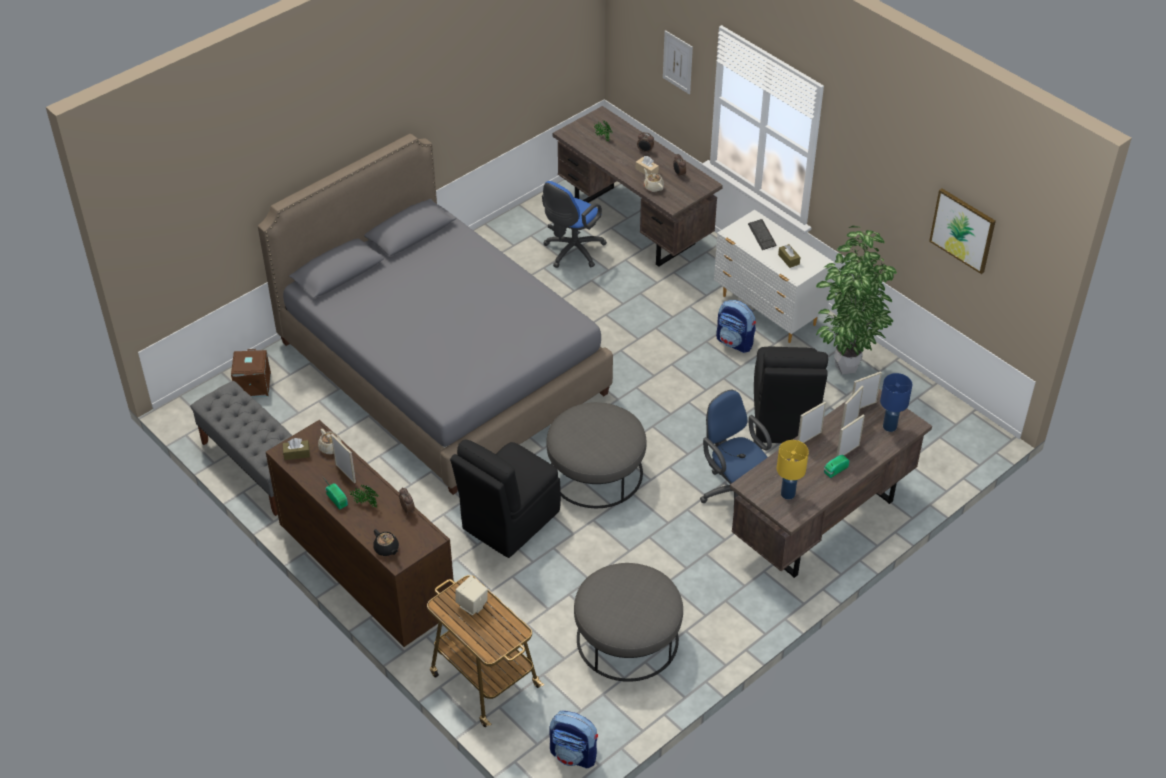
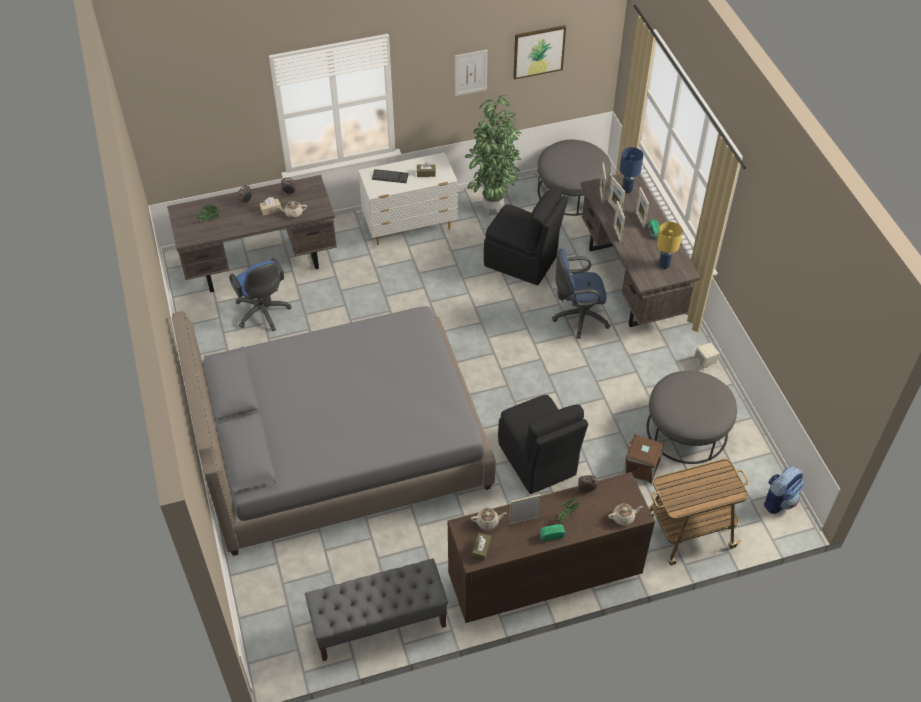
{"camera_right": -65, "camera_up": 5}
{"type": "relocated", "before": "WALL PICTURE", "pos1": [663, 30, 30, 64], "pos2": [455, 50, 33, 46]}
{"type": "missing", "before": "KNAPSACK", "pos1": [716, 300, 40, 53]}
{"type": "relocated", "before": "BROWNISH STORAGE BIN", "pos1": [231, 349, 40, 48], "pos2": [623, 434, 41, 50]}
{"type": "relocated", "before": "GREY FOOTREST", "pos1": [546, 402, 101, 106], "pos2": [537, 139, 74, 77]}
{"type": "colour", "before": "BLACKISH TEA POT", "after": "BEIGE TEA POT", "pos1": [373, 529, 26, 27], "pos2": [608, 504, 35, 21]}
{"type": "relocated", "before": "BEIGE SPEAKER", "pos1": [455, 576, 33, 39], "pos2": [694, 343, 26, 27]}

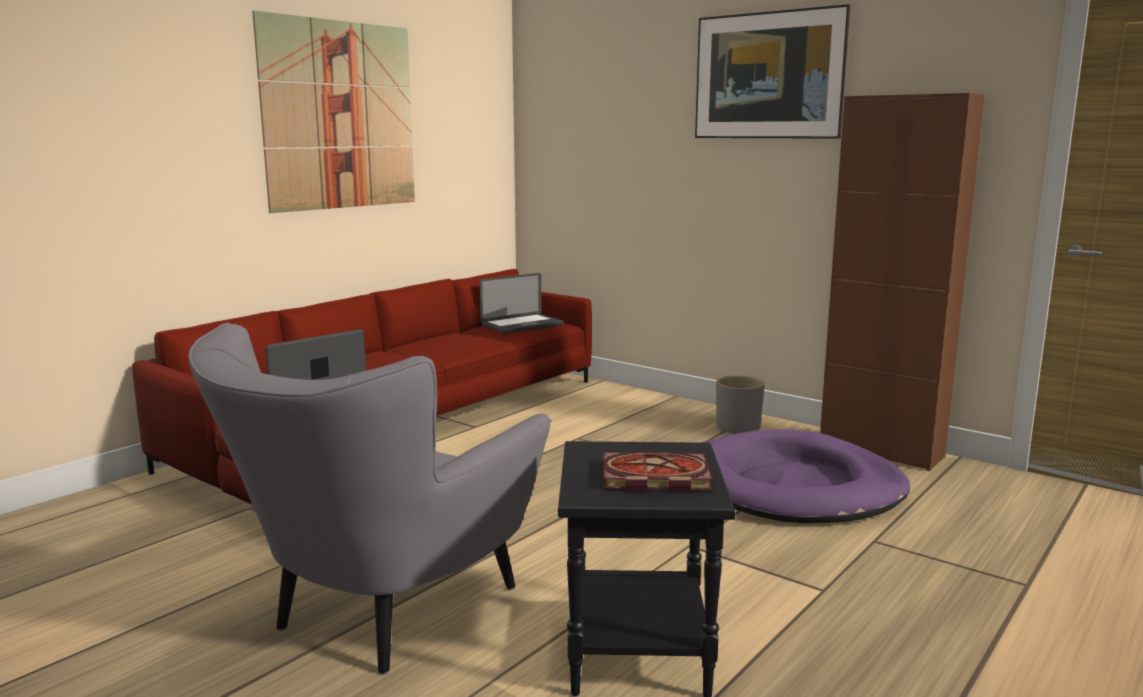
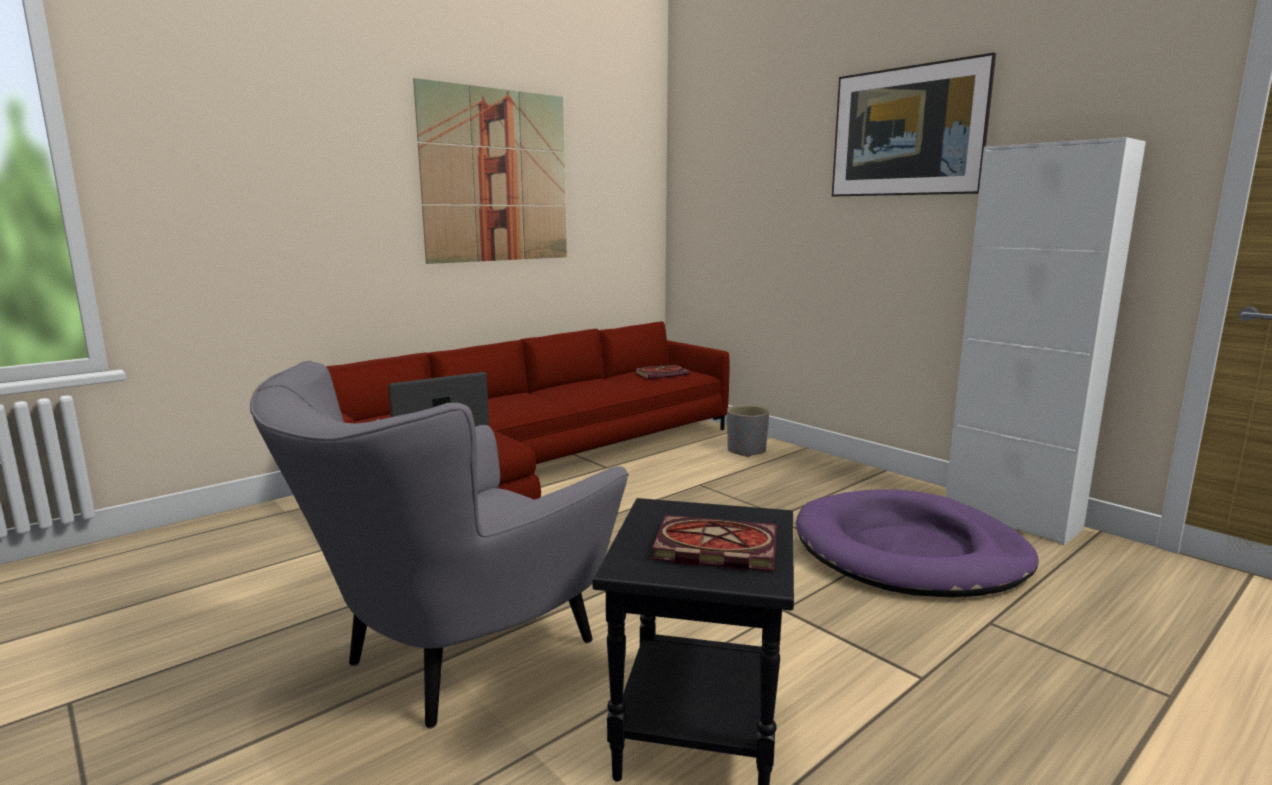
{"camera_right": 10, "camera_up": 0}
{"type": "colour", "before": "BROWNISH CABINET", "after": "WHITE CABINET", "pos1": [820, 93, 165, 378], "pos2": [946, 137, 200, 408]}
{"type": "exchanged", "before": "NOTEBOOK COMPUTER", "after": "VOLUME", "pos1": [480, 273, 84, 61], "pos2": [634, 365, 56, 14]}
{"type": "relocated", "before": "GREY FLOWER POT", "pos1": [716, 376, 49, 58], "pos2": [727, 405, 42, 52]}

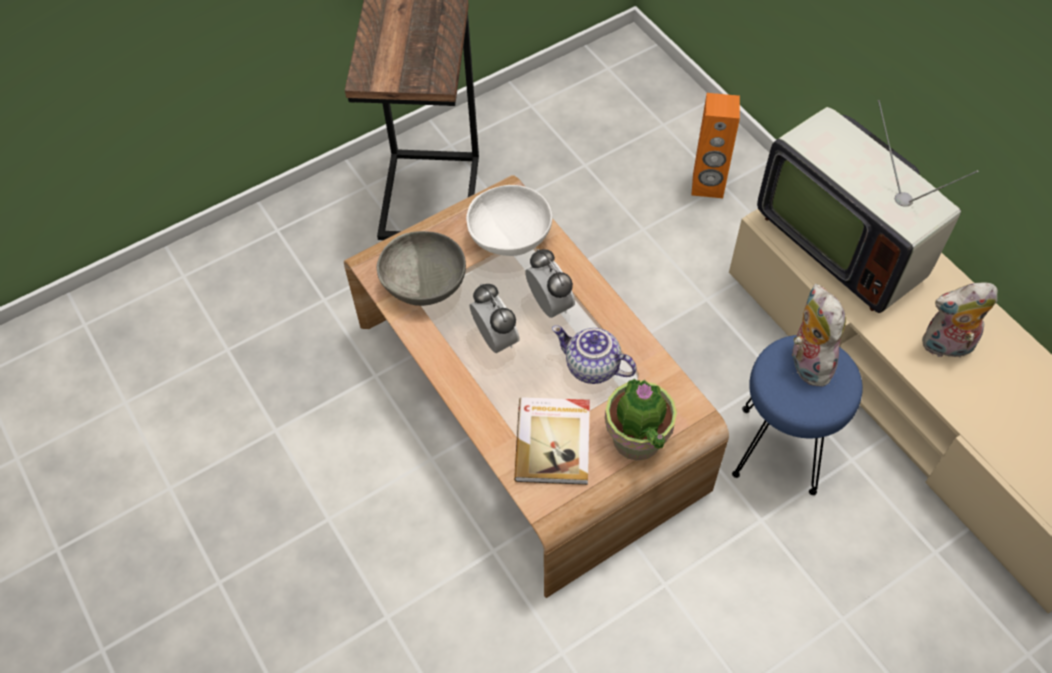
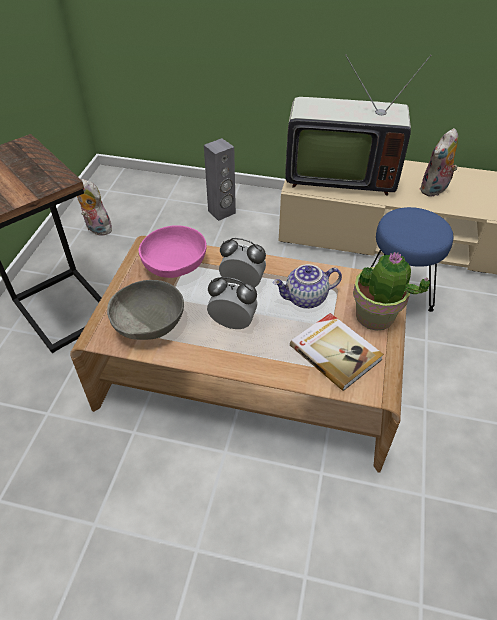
{"camera_right": -45, "camera_up": -10}
{"type": "colour", "before": "ORANGEY SPEAKER", "after": "GREY SPEAKER", "pos1": [691, 93, 49, 105], "pos2": [204, 138, 32, 83]}
{"type": "colour", "before": "WHITE SERVING BOWL", "after": "PINKISH SERVING BOWL", "pos1": [466, 185, 86, 71], "pos2": [139, 225, 68, 53]}
{"type": "relocated", "before": "PLUSH TOY", "pos1": [792, 284, 54, 103], "pos2": [77, 179, 35, 57]}

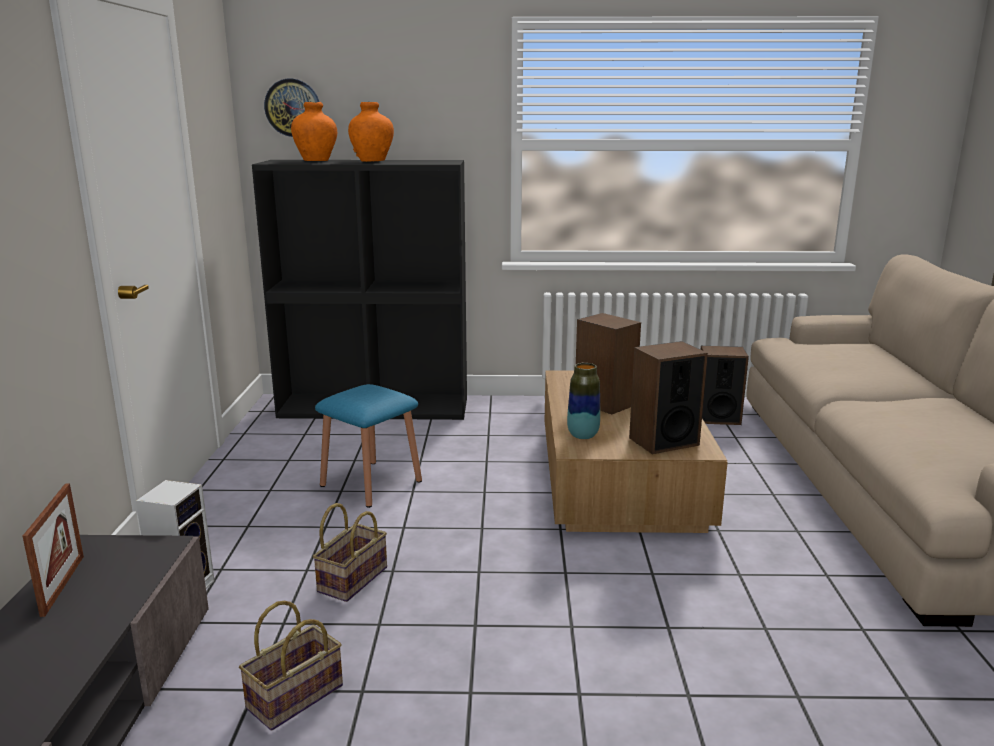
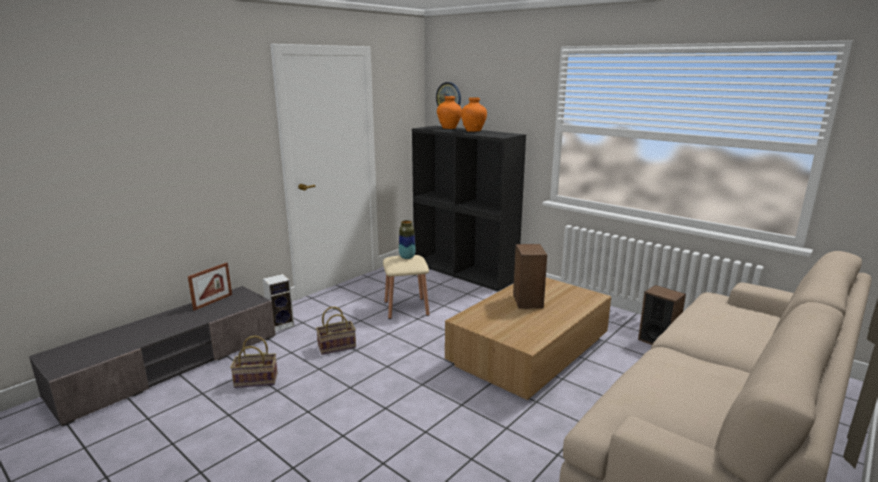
{"camera_right": 40, "camera_up": 0}
{"type": "missing", "before": "SPEAKER", "pos1": [629, 341, 79, 113]}
{"type": "relocated", "before": "FLOWER VASE", "pos1": [567, 363, 33, 76], "pos2": [399, 220, 16, 39]}
{"type": "colour", "before": "BLUE-COLOURED STOOL", "after": "BEIGE STOOL", "pos1": [315, 384, 107, 124], "pos2": [383, 255, 47, 64]}

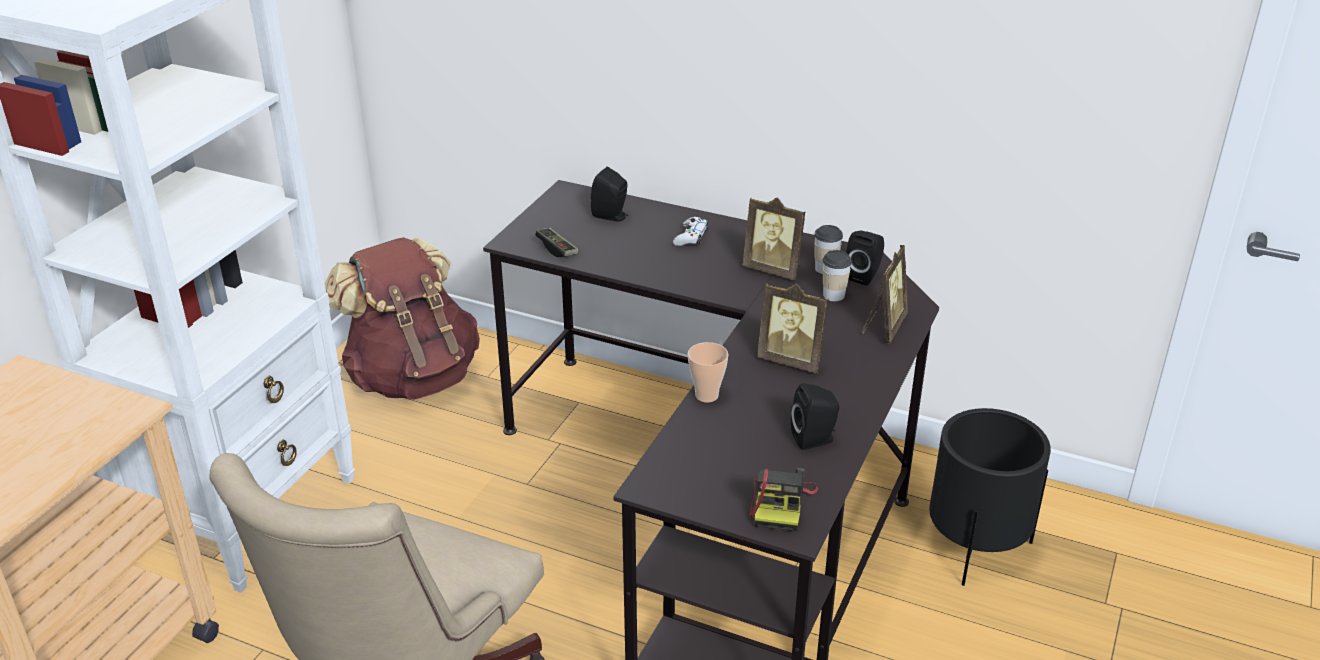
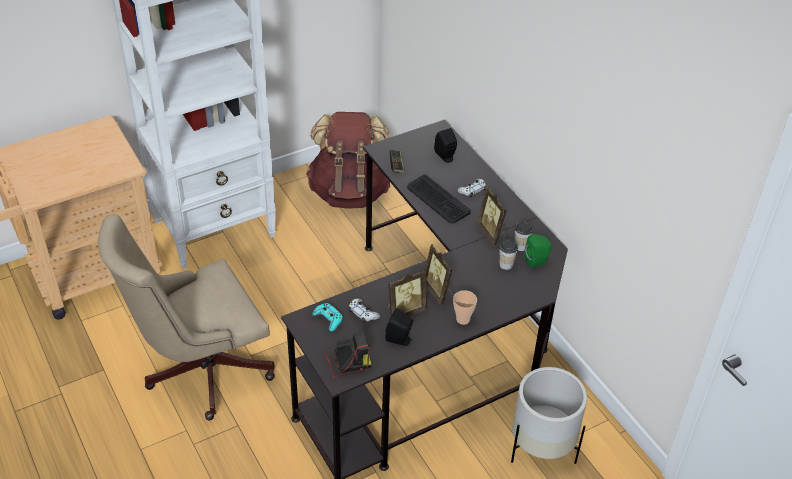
{"camera_right": 35, "camera_up": 10}
{"type": "colour", "before": "BLACKISH SPEAKER", "after": "GREEN SPEAKER", "pos1": [847, 230, 37, 56], "pos2": [524, 234, 28, 34]}
{"type": "relocated", "before": "PHOTO FRAME", "pos1": [862, 245, 46, 98], "pos2": [387, 270, 40, 46]}
{"type": "relocated", "before": "CUP", "pos1": [688, 342, 41, 61], "pos2": [453, 290, 24, 35]}
{"type": "colour", "before": "BLACKISH FLOWER POT", "after": "WHITE FLOWER POT", "pos1": [929, 408, 122, 178], "pos2": [511, 367, 76, 97]}
{"type": "spun", "before": "STILL CAMERA", "pos1": [750, 468, 68, 64], "pos2": [324, 331, 47, 47], "turn": -150}
{"type": "appeared", "after": "PC KEYBOARD", "pos2": [407, 174, 64, 50]}
{"type": "appeared", "after": "WHITE JOYPAD", "pos2": [349, 299, 31, 24]}
{"type": "appeared", "after": "TURQUOISE JOYPAD", "pos2": [312, 303, 31, 28]}

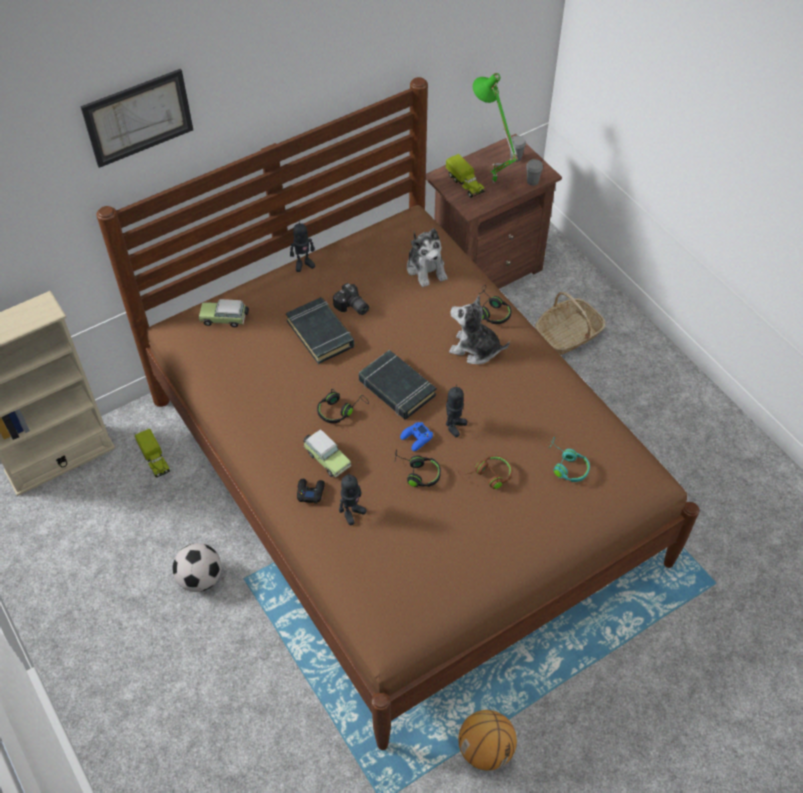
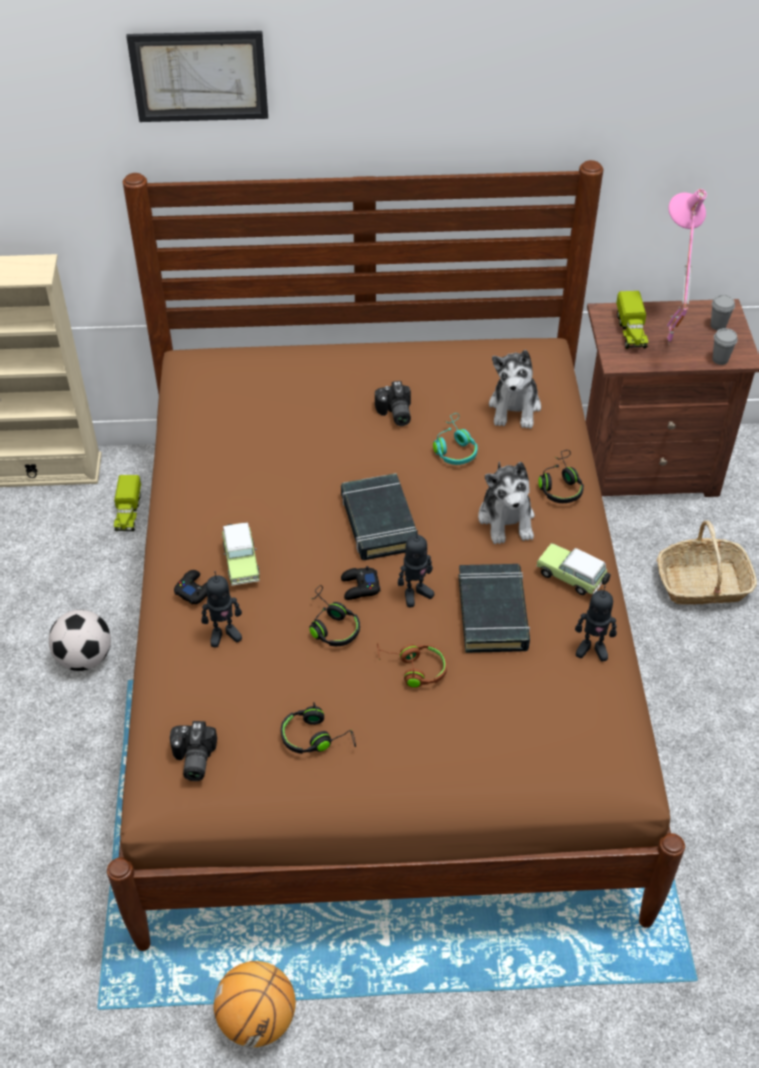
{"camera_right": 30, "camera_up": -5}
{"type": "colour", "before": "GREEN TABLETOP LAMP", "after": "PINKISH TABLETOP LAMP", "pos1": [473, 73, 45, 111], "pos2": [667, 189, 40, 153]}
{"type": "relocated", "before": "TOY ROBOT", "pos1": [290, 222, 25, 50], "pos2": [575, 586, 42, 75]}
{"type": "spun", "before": "PLUSH TOY", "pos1": [449, 296, 61, 68], "pos2": [478, 461, 57, 83], "turn": -150}
{"type": "relocated", "before": "BLACKISH VOLUME", "pos1": [286, 297, 68, 67], "pos2": [458, 564, 72, 89]}
{"type": "relocated", "before": "MINIATURE CAR", "pos1": [199, 299, 50, 28], "pos2": [537, 543, 73, 52]}
{"type": "relocated", "before": "BLACKISH PAIR OF HEADPHONES", "pos1": [317, 389, 52, 34], "pos2": [281, 702, 75, 52]}
{"type": "colour", "before": "BLUE-COLOURED JOYPAD", "after": "BLACKISH JOYPAD", "pos1": [400, 422, 33, 29], "pos2": [341, 566, 39, 34]}
{"type": "relocated", "before": "TURQUOISE PAIR OF HEADPHONES", "pos1": [548, 437, 42, 45], "pos2": [433, 413, 45, 52]}
{"type": "appeared", "after": "STILL CAMERA", "pos2": [170, 721, 47, 60]}

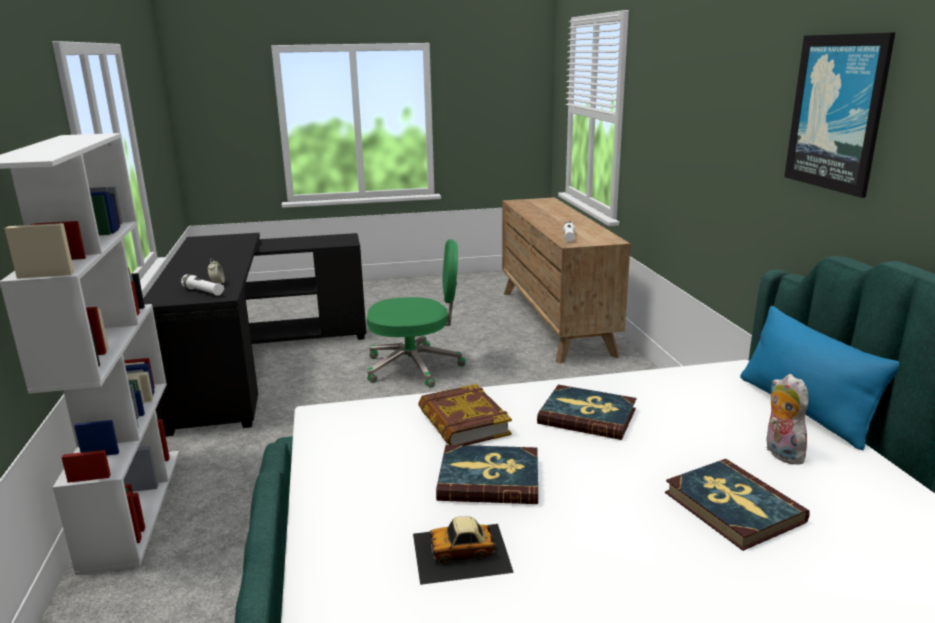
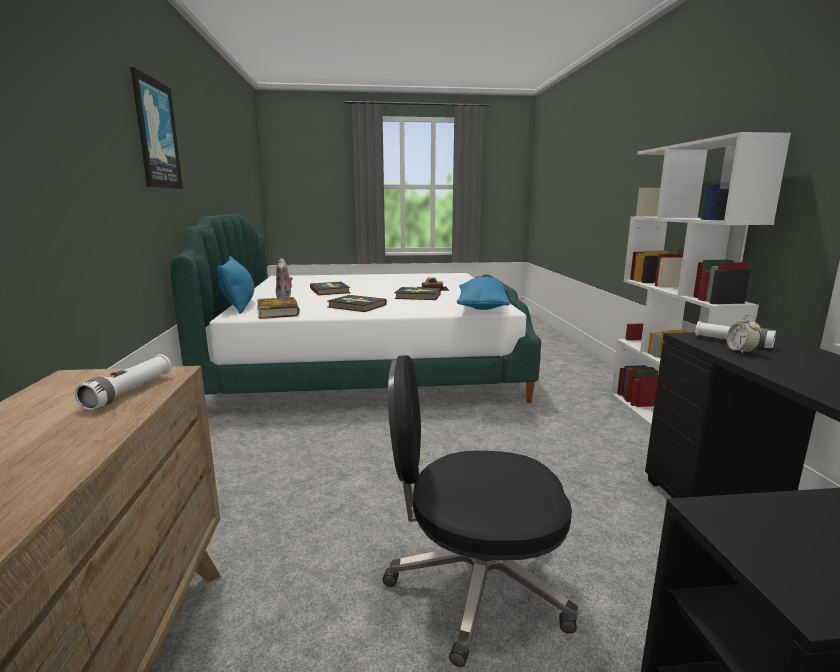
{"camera_right": -175, "camera_up": -5}
{"type": "colour", "before": "GREEN OFFICE CHAIR", "after": "BLACKISH OFFICE CHAIR", "pos1": [367, 239, 99, 149], "pos2": [383, 355, 195, 312]}
{"type": "relocated", "before": "VOLUME", "pos1": [418, 384, 94, 61], "pos2": [257, 297, 43, 22]}
{"type": "appeared", "after": "BLUE-COLOURED CUSHION", "pos2": [457, 277, 53, 33]}

